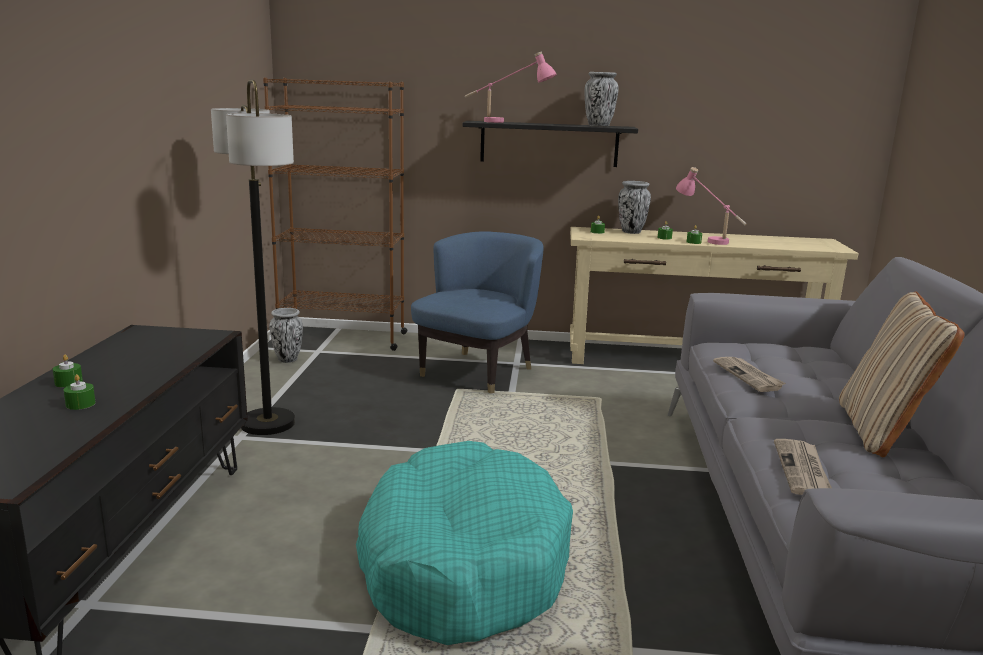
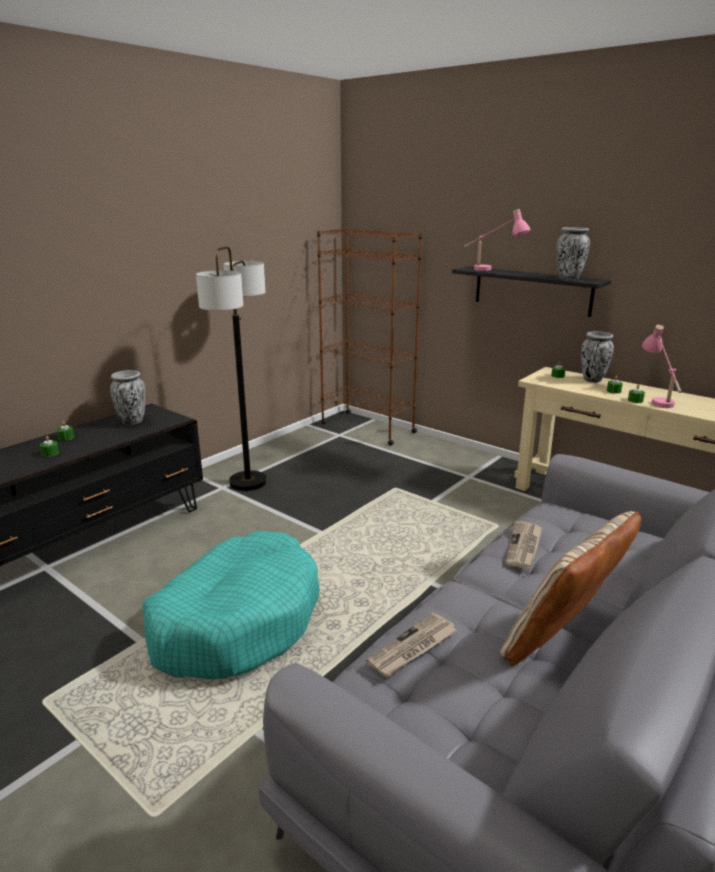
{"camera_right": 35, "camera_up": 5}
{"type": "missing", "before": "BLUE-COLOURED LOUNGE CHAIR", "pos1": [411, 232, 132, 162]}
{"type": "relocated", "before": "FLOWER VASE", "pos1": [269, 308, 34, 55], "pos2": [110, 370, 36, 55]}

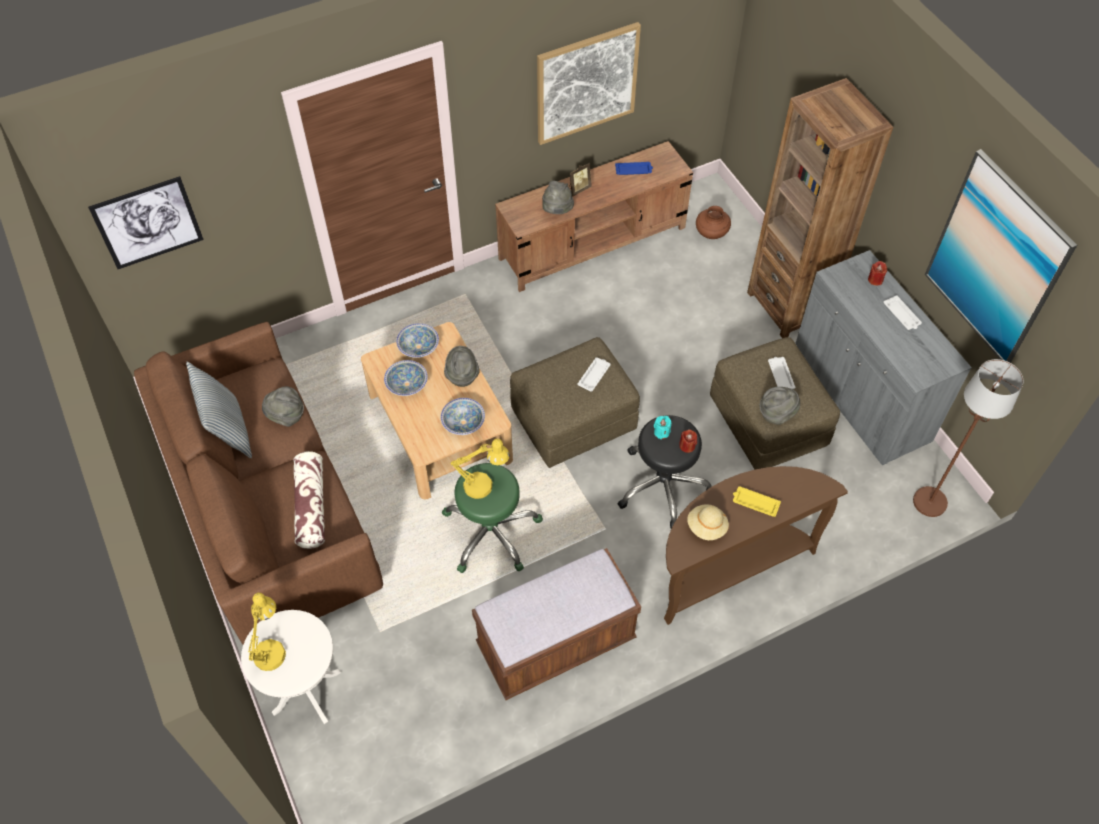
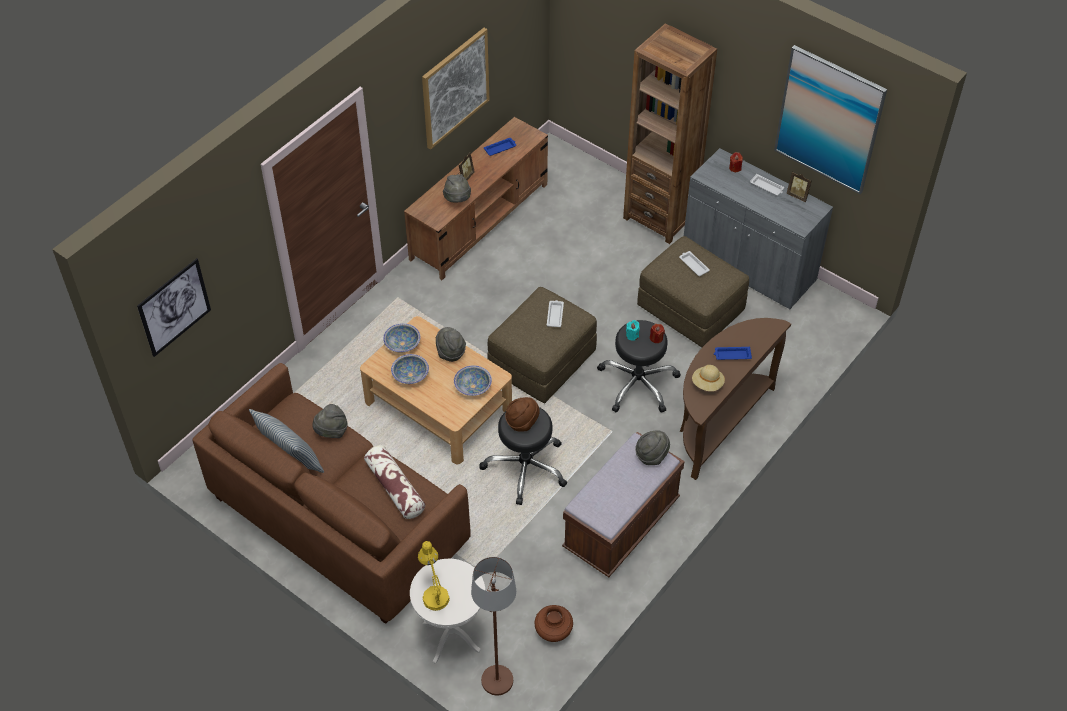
{"camera_right": -25, "camera_up": -5}
{"type": "relocated", "before": "BROWNISH FLOWER VASE", "pos1": [696, 206, 35, 33], "pos2": [535, 605, 38, 37]}
{"type": "relocated", "before": "BROWNISH FLOOR LAMP", "pos1": [913, 359, 111, 158], "pos2": [471, 557, 45, 138]}
{"type": "relocated", "before": "GREY CLOTHING HAT", "pos1": [760, 387, 40, 38], "pos2": [635, 430, 35, 35]}
{"type": "exchanged", "before": "YELLOWISH TABLETOP LAMP", "after": "BROWNISH CLOTHING HAT", "pos1": [451, 438, 59, 61], "pos2": [505, 397, 35, 34]}
{"type": "colour", "before": "GREEN STOOL", "after": "BLACKISH STOOL", "pos1": [442, 463, 101, 110], "pos2": [479, 407, 88, 98]}
{"type": "colour", "before": "YELLOWISH TRAY", "after": "BLUE-COLOURED TRAY", "pos1": [733, 486, 48, 31], "pos2": [714, 347, 38, 13]}
{"type": "appeared", "after": "PHOTO FRAME", "pos2": [787, 172, 24, 30]}

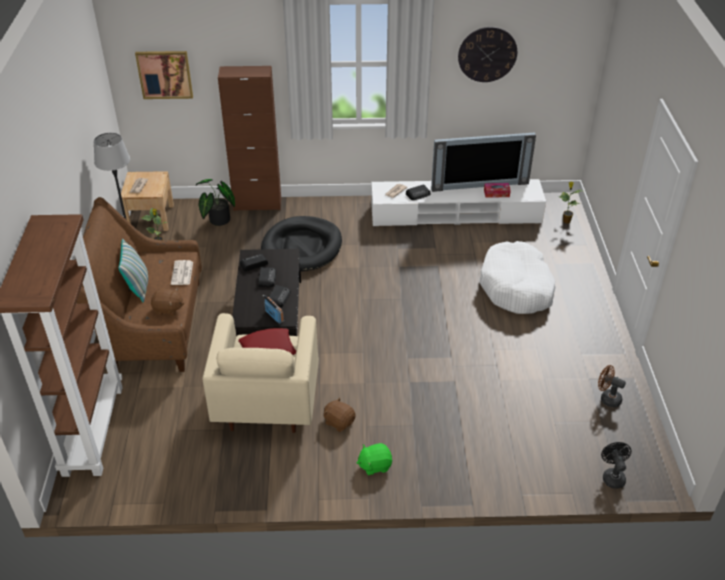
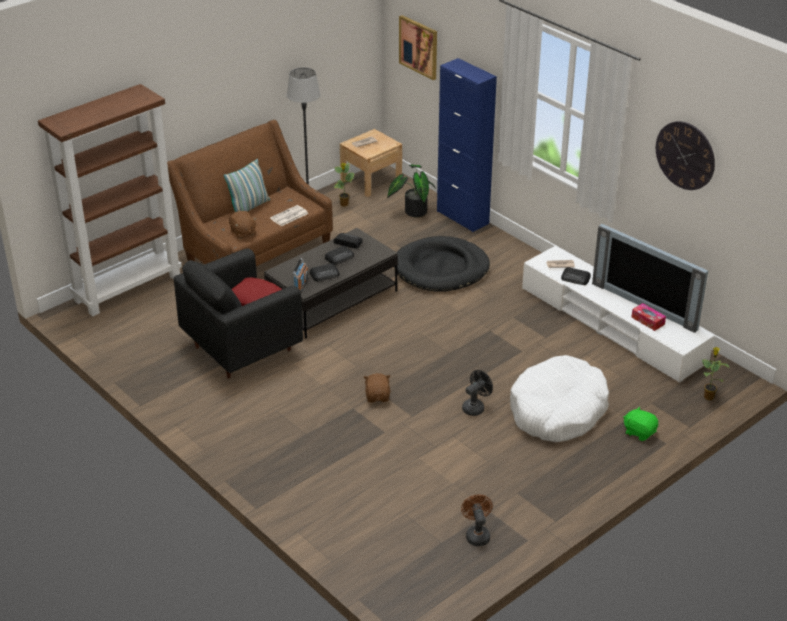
{"camera_right": 50, "camera_up": -5}
{"type": "colour", "before": "BROWNISH CABINET", "after": "BLUE-COLOURED CABINET", "pos1": [218, 66, 63, 145], "pos2": [437, 58, 60, 174]}
{"type": "colour", "before": "BEIGE LOUNGE CHAIR", "after": "BLACKISH LOUNGE CHAIR", "pos1": [202, 313, 117, 120], "pos2": [174, 248, 129, 131]}
{"type": "relocated", "before": "BROWNISH PLUSH TOY", "pos1": [324, 397, 32, 35], "pos2": [364, 373, 26, 29]}
{"type": "relocated", "before": "BLACKISH ELECTRIC FAN", "pos1": [601, 442, 31, 47], "pos2": [462, 370, 31, 46]}
{"type": "relocated", "before": "GREEN PLUSH TOY", "pos1": [356, 443, 36, 33], "pos2": [623, 406, 35, 35]}

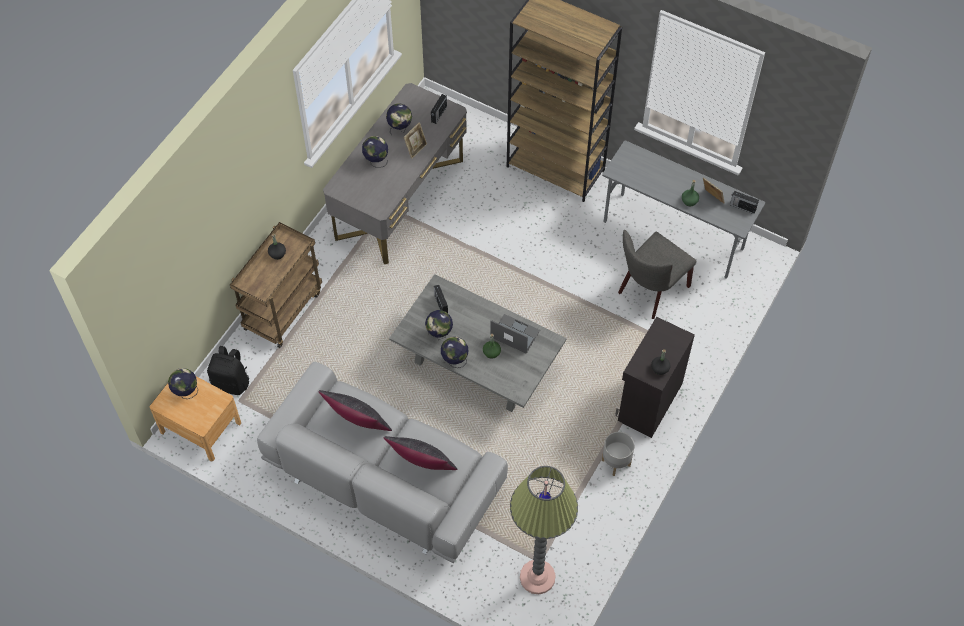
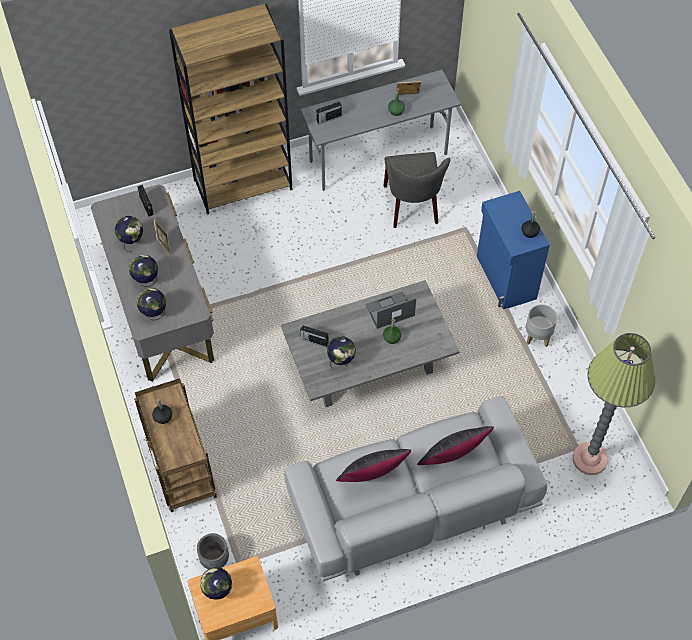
{"camera_right": -50, "camera_up": 0}
{"type": "relocated", "before": "RADIO RECEIVER", "pos1": [730, 191, 29, 23], "pos2": [316, 102, 26, 22]}
{"type": "colour", "before": "BLACKISH CABINET", "after": "BLUE-COLOURED CABINET", "pos1": [615, 317, 80, 121], "pos2": [477, 191, 73, 118]}
{"type": "relocated", "before": "GLOBE", "pos1": [441, 337, 27, 31], "pos2": [137, 288, 29, 32]}
{"type": "exchanged", "before": "BLACKISH KNAPSACK", "after": "GREY FLOWER POT", "pos1": [207, 346, 42, 49], "pos2": [197, 533, 32, 36]}

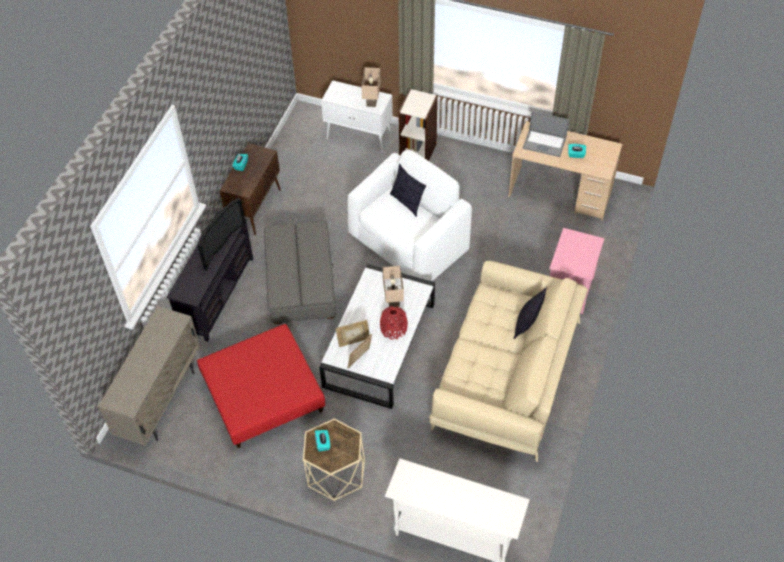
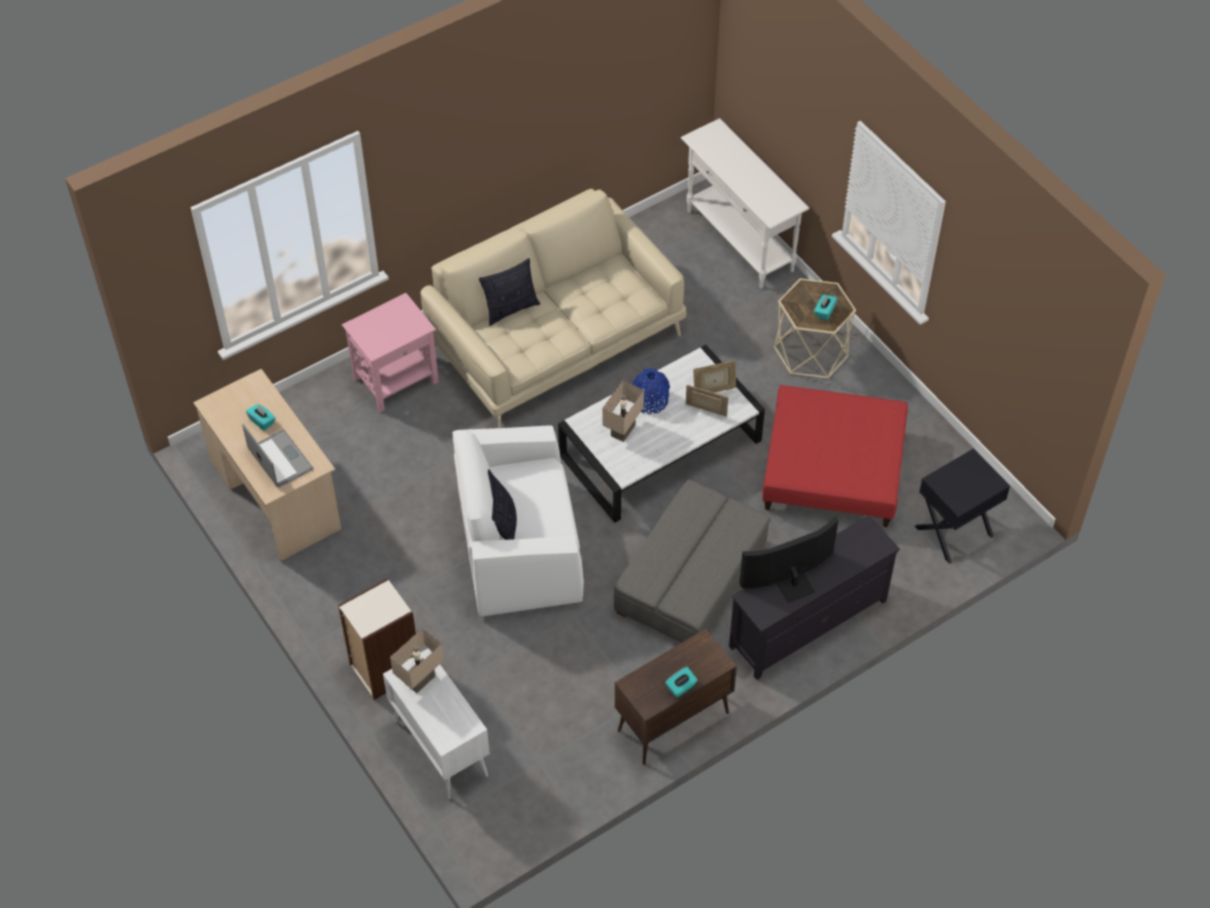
{"camera_right": -145, "camera_up": 0}
{"type": "exchanged", "before": "BEIGE CABINET", "after": "BLACKISH NIGHT TABLE", "pos1": [98, 306, 102, 140], "pos2": [915, 448, 95, 116]}
{"type": "colour", "before": "REDDISH FLOWER VASE", "after": "BLUE-COLOURED FLOWER VASE", "pos1": [380, 306, 28, 34], "pos2": [632, 368, 38, 46]}

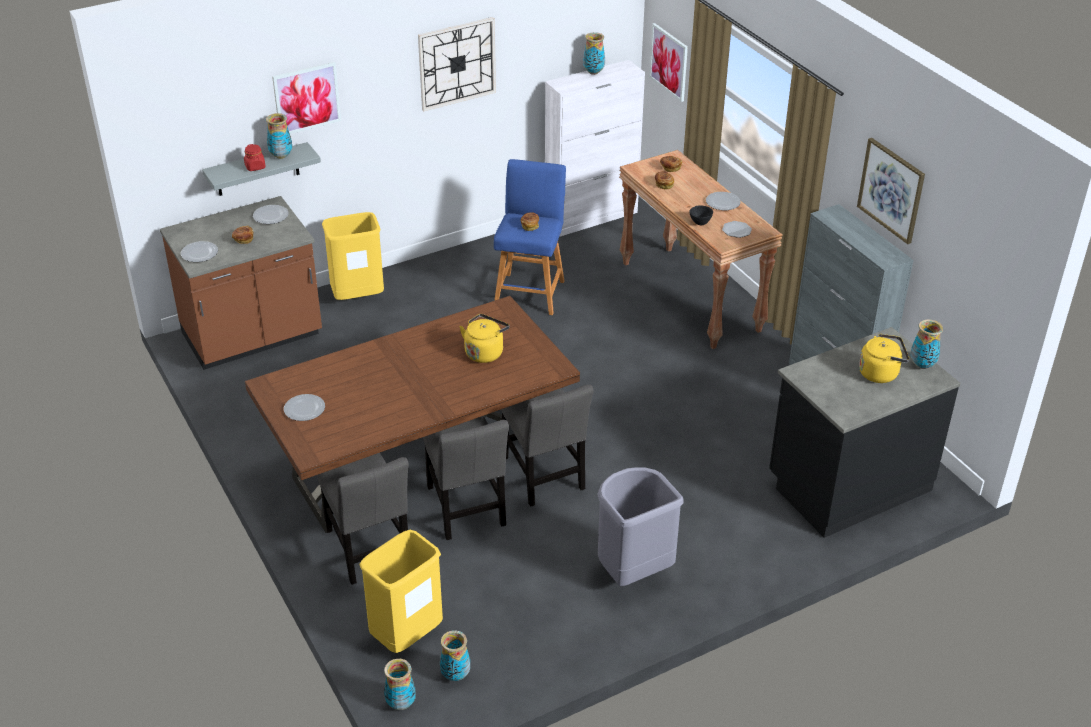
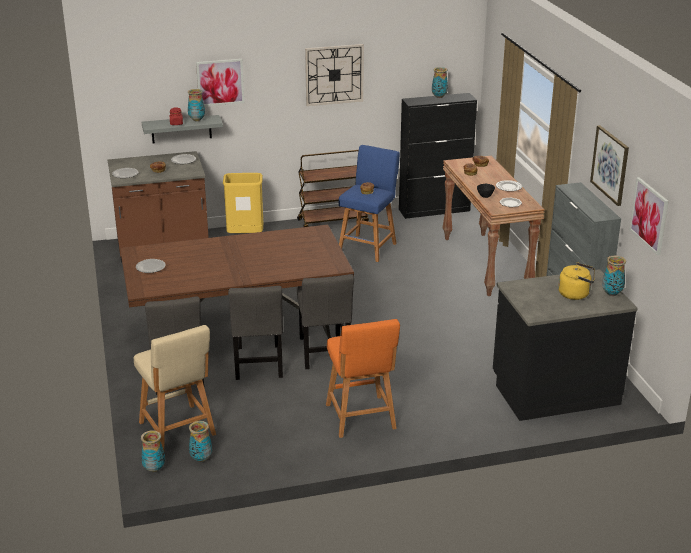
{"camera_right": 15, "camera_up": -10}
{"type": "relocated", "before": "WALL PICTURE", "pos1": [649, 23, 39, 79], "pos2": [629, 177, 40, 78]}
{"type": "colour", "before": "WHITE CABINET", "after": "BLACKISH CABINET", "pos1": [545, 60, 100, 177], "pos2": [399, 93, 78, 126]}
{"type": "missing", "before": "YELLOWISH KETTLE", "pos1": [460, 314, 50, 49]}
{"type": "exchanged", "before": "GREY WASTE BIN", "after": "ORANGEY STOOL", "pos1": [597, 467, 87, 119], "pos2": [326, 319, 74, 119]}
{"type": "exchanged", "before": "YELLOWISH WASTE BIN", "after": "BEIGE STOOL", "pos1": [359, 530, 84, 123], "pos2": [134, 325, 82, 125]}
{"type": "appeared", "after": "BROWNISH CART", "pos2": [297, 150, 72, 77]}

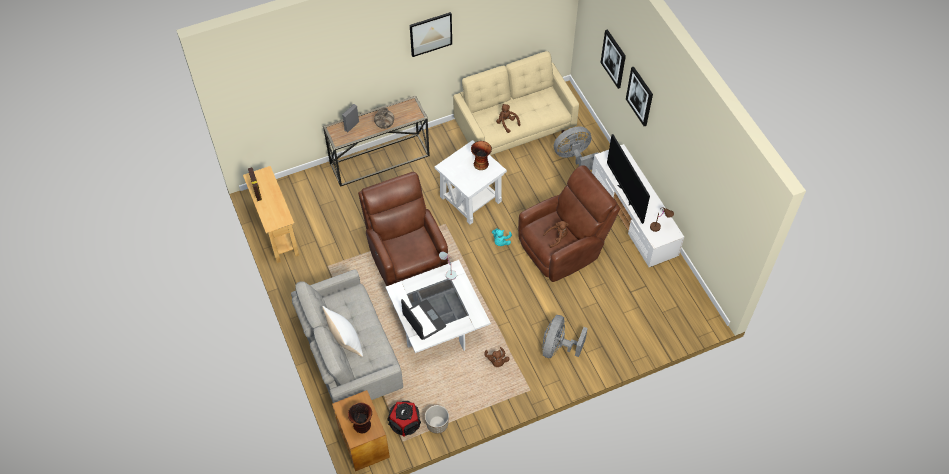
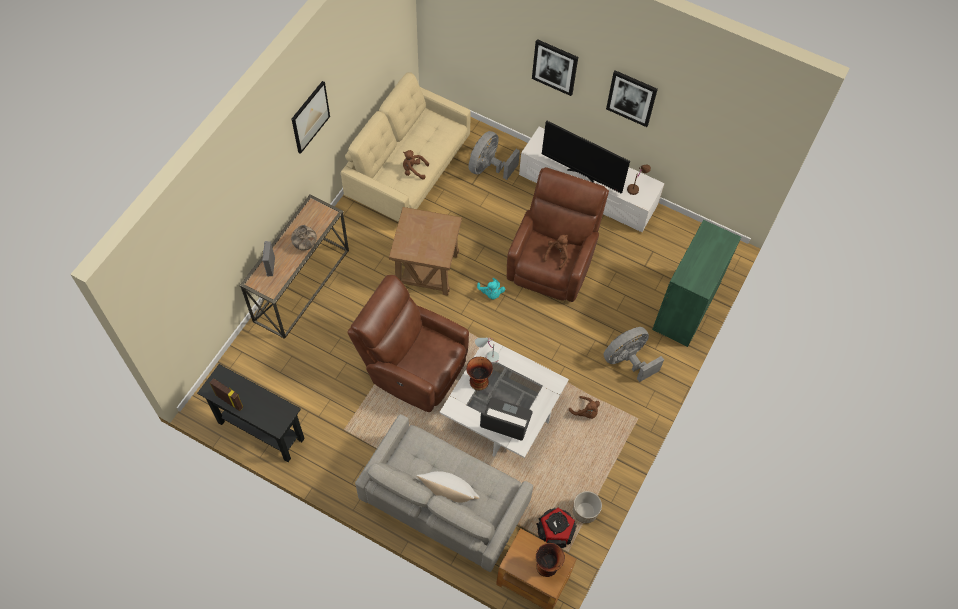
{"camera_right": -40, "camera_up": 5}
{"type": "relocated", "before": "WALL PICTURE", "pos1": [601, 29, 25, 60], "pos2": [606, 70, 52, 57]}
{"type": "colour", "before": "WHITE END TABLE", "after": "BROWNISH END TABLE", "pos1": [435, 140, 72, 85], "pos2": [389, 207, 73, 89]}
{"type": "relocated", "before": "FLOWER VASE", "pos1": [471, 141, 21, 29], "pos2": [466, 357, 27, 33]}
{"type": "colour", "before": "BEIGE CONSOLE TABLE", "after": "BLACKISH CONSOLE TABLE", "pos1": [243, 166, 56, 97], "pos2": [197, 364, 108, 98]}
{"type": "spun", "before": "GREY ELECTRIC FAN", "pos1": [542, 315, 46, 43], "pos2": [603, 327, 61, 55], "turn": 75}
{"type": "appeared", "after": "GREEN CABINET", "pos2": [652, 220, 89, 127]}

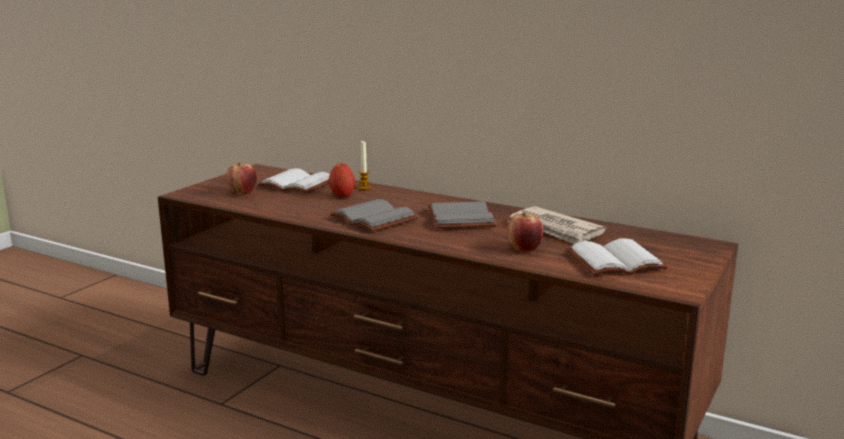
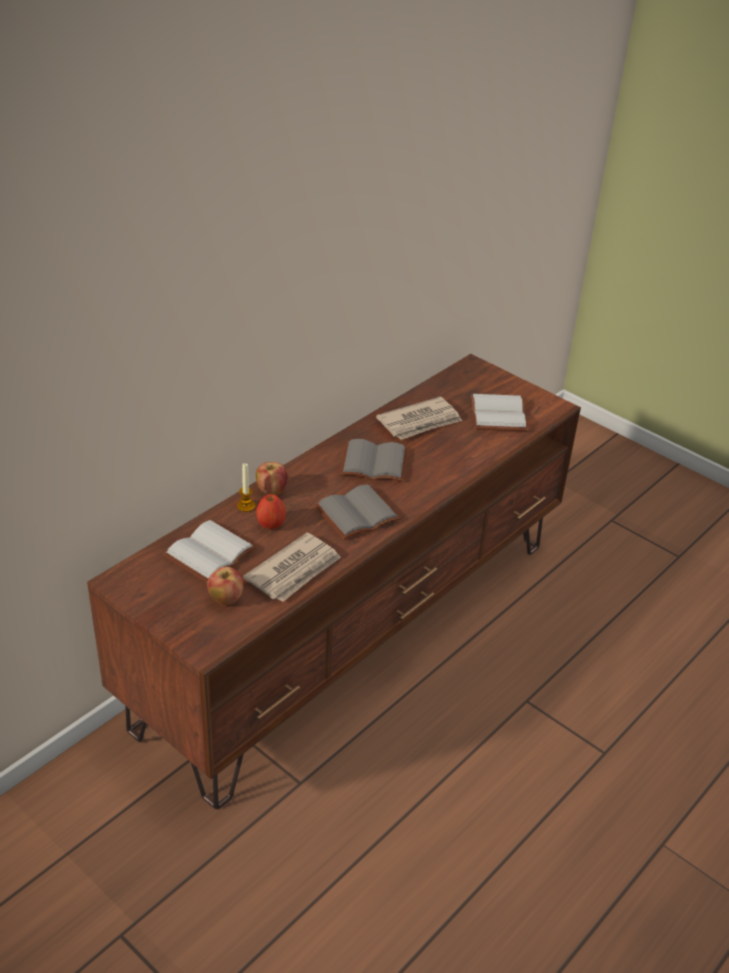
{"camera_right": -80, "camera_up": 20}
{"type": "relocated", "before": "WHOLE APPLE", "pos1": [507, 212, 36, 40], "pos2": [256, 462, 32, 33]}
{"type": "appeared", "after": "DAILY PAPER", "pos2": [243, 533, 98, 69]}

